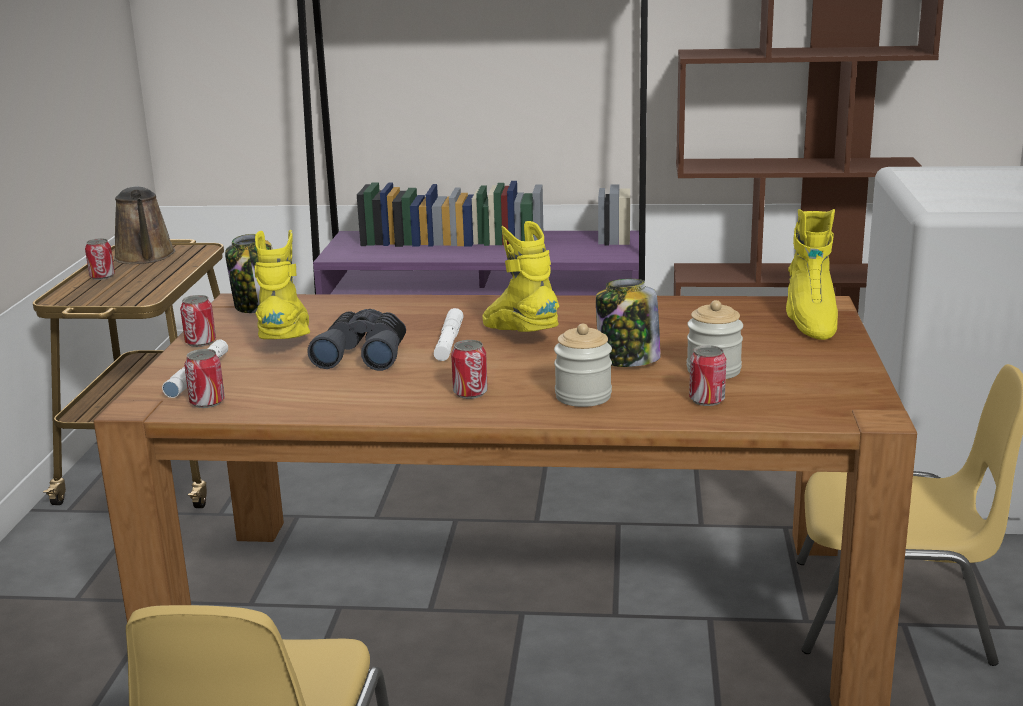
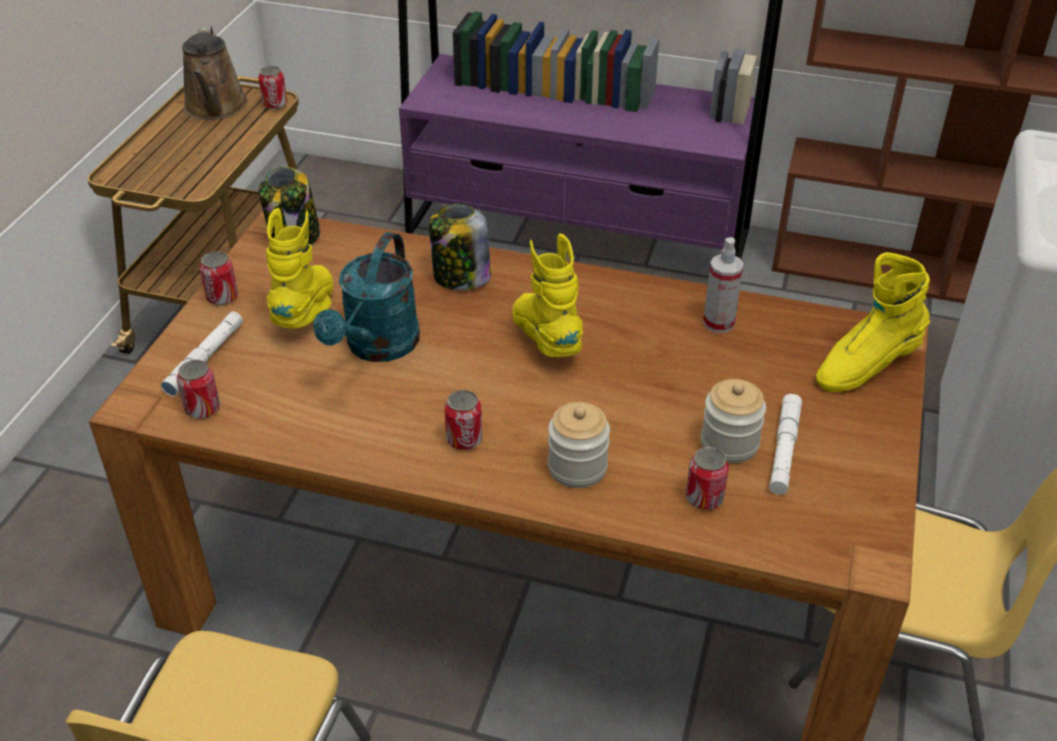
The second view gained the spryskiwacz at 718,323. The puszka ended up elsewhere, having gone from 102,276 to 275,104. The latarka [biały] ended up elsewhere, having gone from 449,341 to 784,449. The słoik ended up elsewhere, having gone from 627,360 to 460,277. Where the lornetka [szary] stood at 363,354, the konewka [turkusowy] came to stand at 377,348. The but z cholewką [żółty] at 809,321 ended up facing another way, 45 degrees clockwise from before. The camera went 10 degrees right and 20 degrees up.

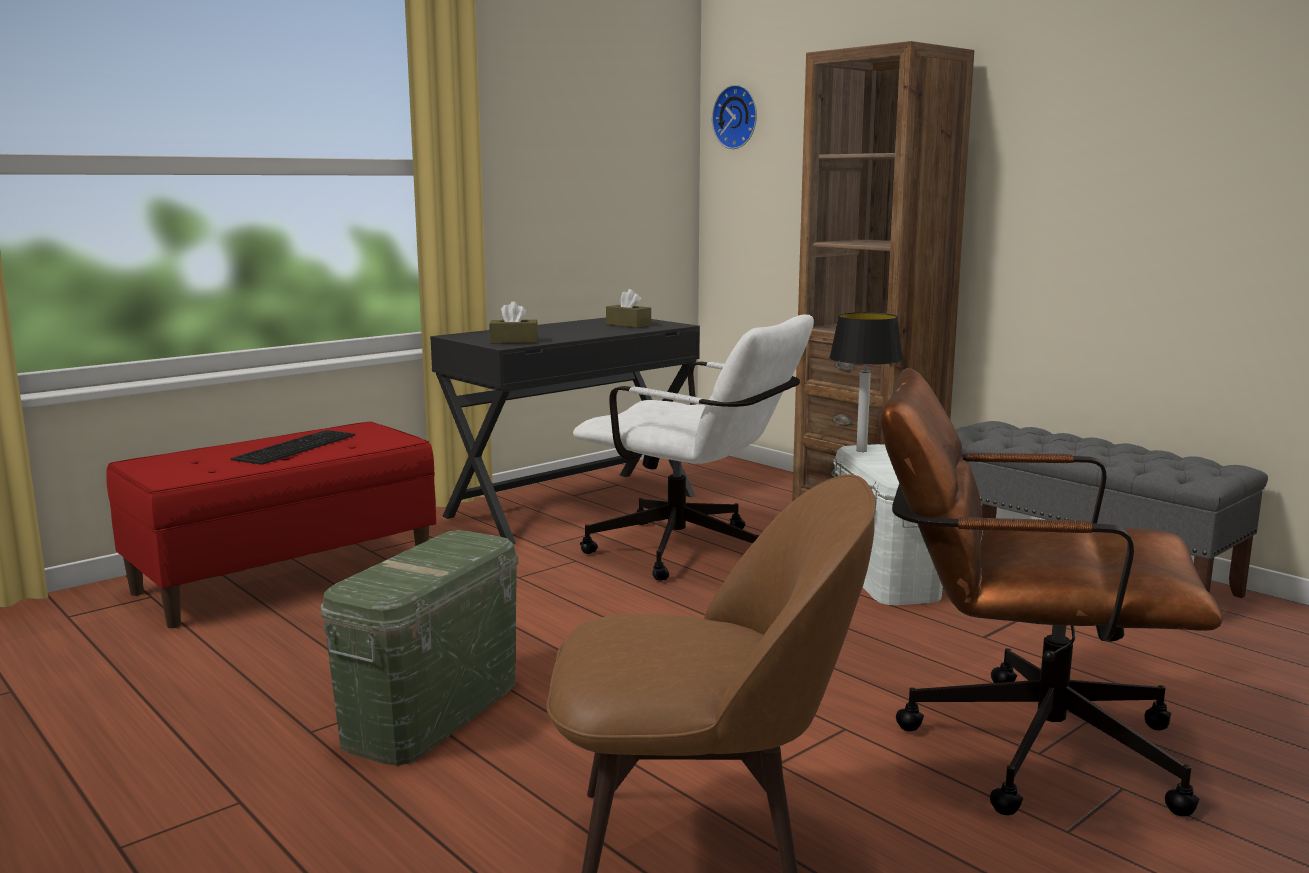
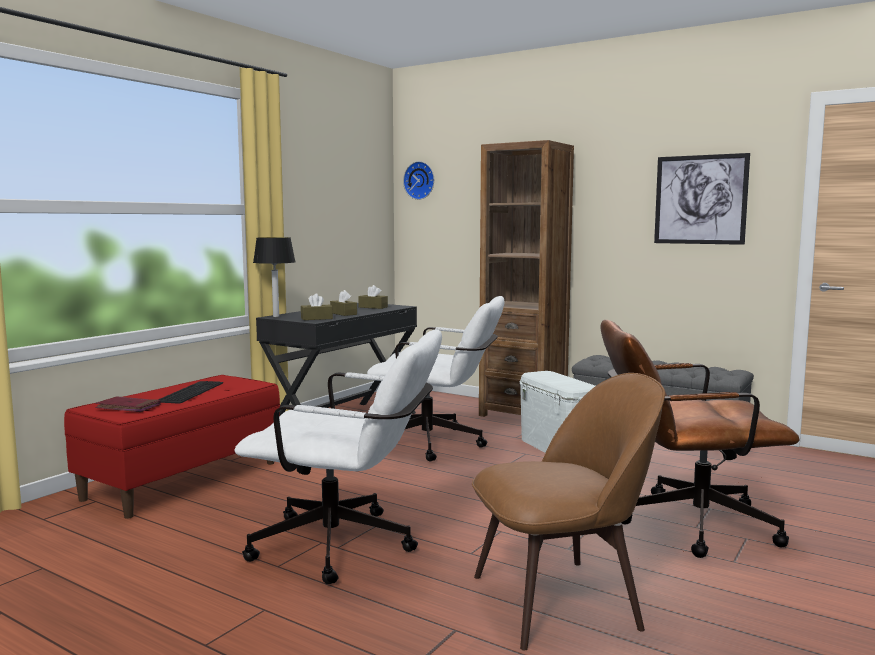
The second view gained the książka [czerwony] at 128,407. The second view gained the pudełko chusteczek [brązowy] at 343,313. The second view gained the obraz at 700,199. The lampa stołowa ended up elsewhere, having gone from 860,450 to 275,316. Where the pojemnik do przechowywania [zielony] stood at 432,713, the krzesło biurowe [biały] came to stand at 347,547. The camera went 15 degrees left and 5 degrees down.

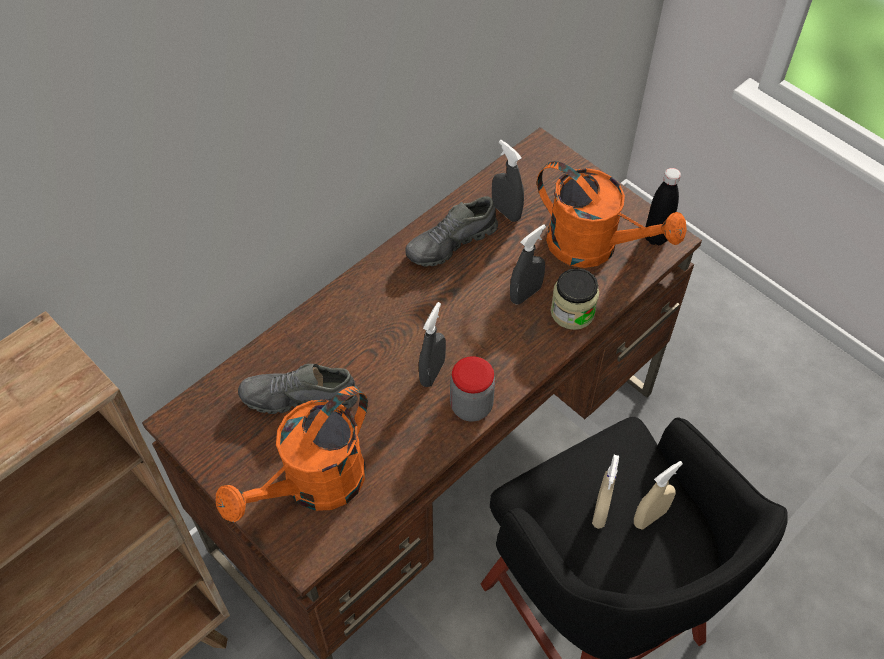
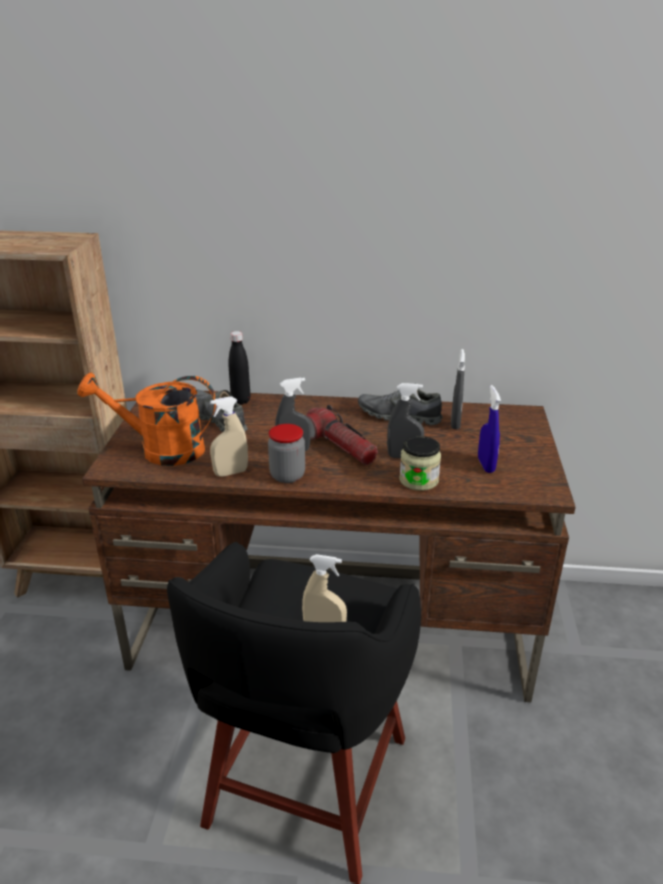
The second view gained the latarka at 339,446. The spryskiwacz [beżowy] ended up elsewhere, having gone from 600,512 to 231,473. The butelka [czarny] ended up elsewhere, having gone from 655,237 to 241,401. Where the konewka [pomarańczowy] stood at 594,247, the spryskiwacz [niebieski] came to stand at 486,465. The camera went 50 degrees right and 25 degrees down.

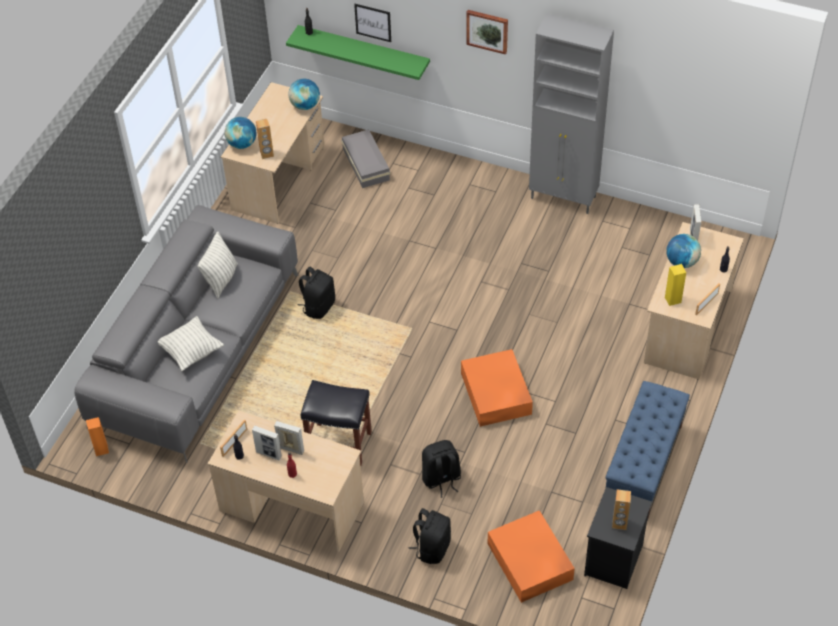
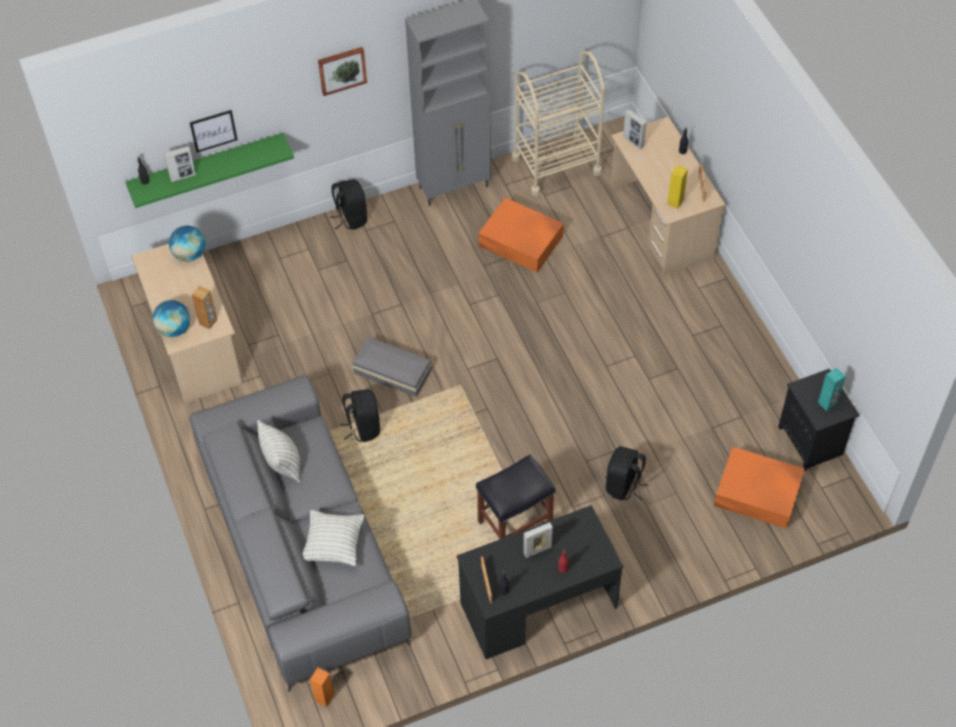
The second view lost the ławka [niebieski] at 643,465. The second view lost the globus at 681,262. The second view gained the wózek [beżowy] at 556,165. The ramka na zdjęcie ended up elsewhere, having gone from 268,454 to 183,176. The pojemnik do przechowywania [szary] ended up elsewhere, having gone from 366,163 to 391,371. The plecak [czarny] ended up elsewhere, having gone from 432,548 to 351,217. The pojemnik do przechowywania [pomarańczowy] ended up elsewhere, having gone from 495,394 to 521,242. What was the biurko [beżowy] at 291,506 turned into the biurko [czarny] at 538,605. What was the głośnik [brązowy] at 619,523 turned into the głośnik [turkusowy] at 827,403. The camera went 45 degrees left and 5 degrees up.

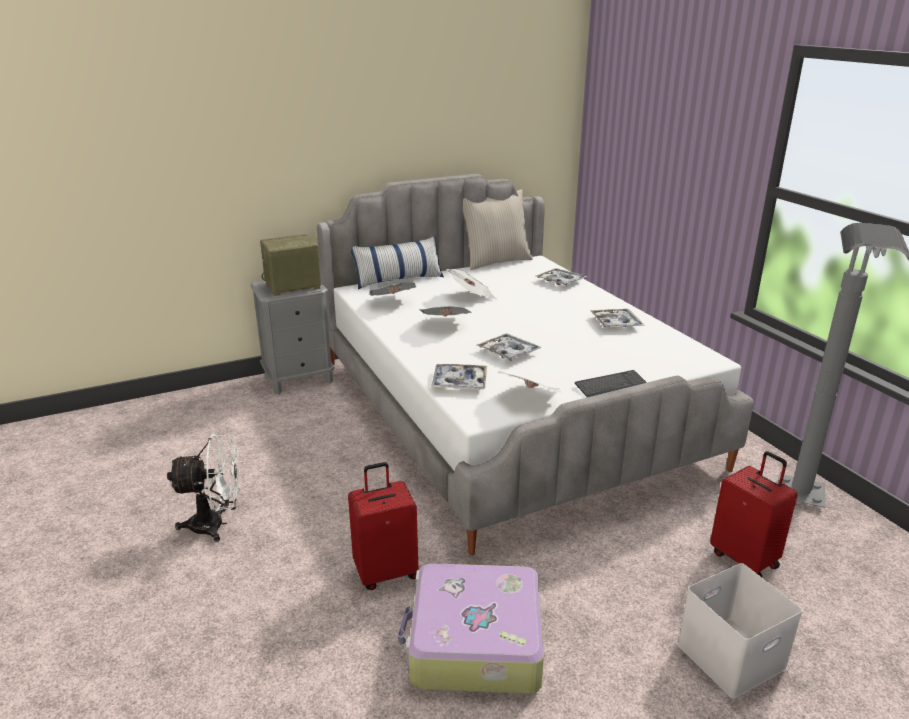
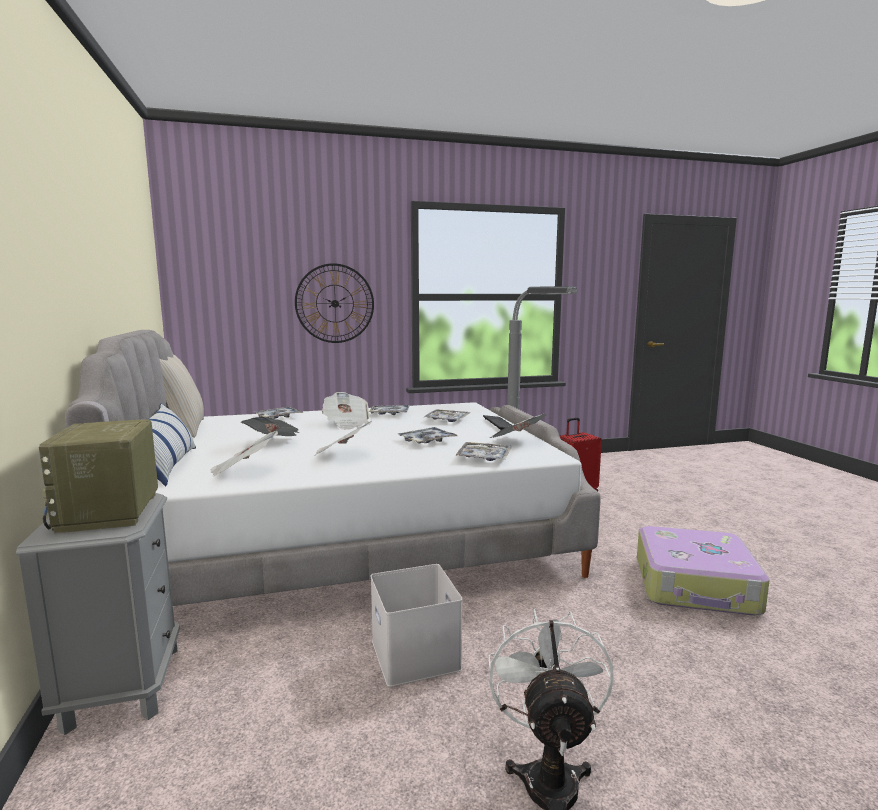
The second view lost the walizka [czerwony] at 386,572. The second view gained the zegar ścienny at 335,303. The second view gained the gazeta at 346,424. The second view gained the taca at 447,420. The pojemnik do przechowywania [biały] ended up elsewhere, having gone from 731,654 to 413,654. The camera went 80 degrees left and 15 degrees down.

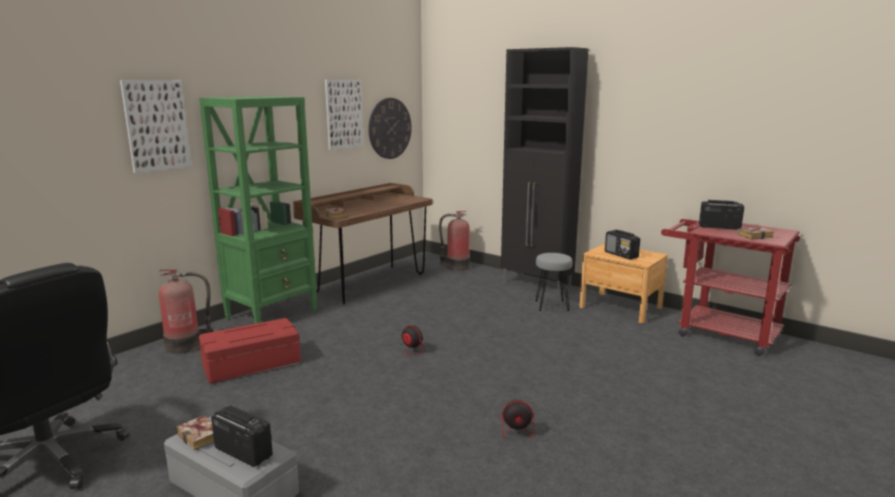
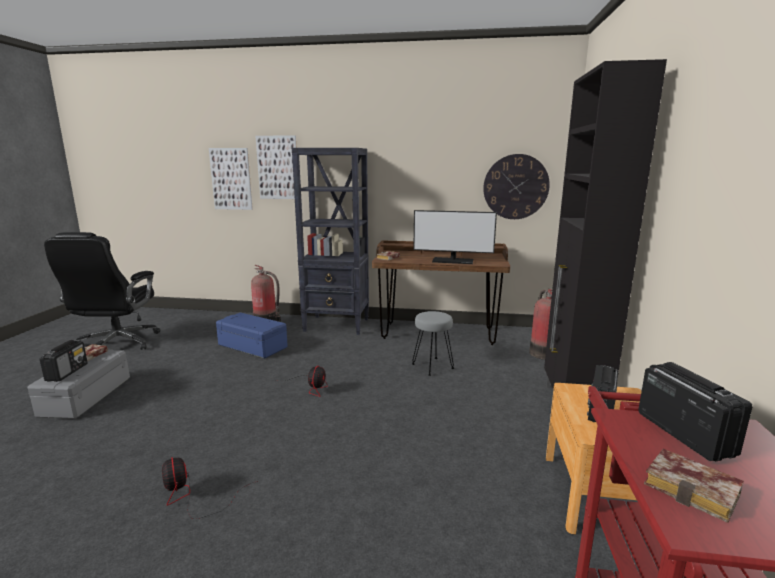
The second view gained the monitor at 453,261. The obraz ended up elsewhere, having gone from 343,114 to 231,179. The stołek [szary] ended up elsewhere, having gone from 551,306 to 432,366. What was the regał [zielony] at 272,314 turned into the regał [czarny] at 337,325. What was the pojemnik do przechowywania [czerwony] at 252,364 turned into the pojemnik do przechowywania [niebieski] at 253,346. The camera went 60 degrees right and 0 degrees up.

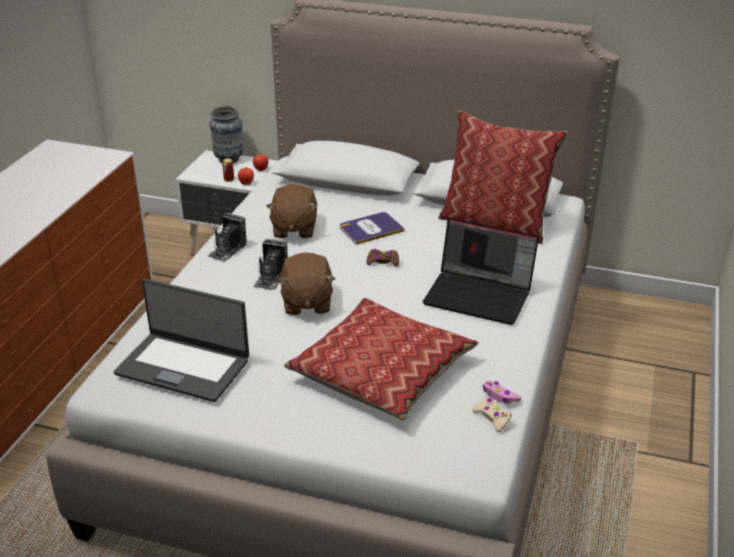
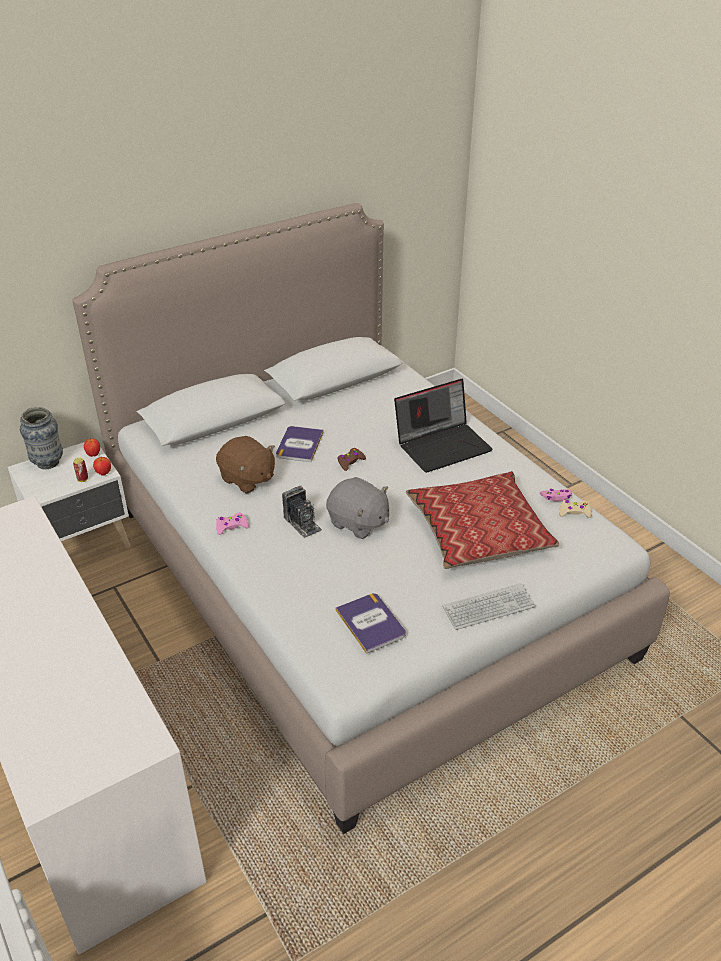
The second view lost the poduszka at 496,223. The second view gained the klawiatura at 488,607. Where the laptop stood at 183,366, the książka came to stand at 371,623. Where the aparat fotograficzny stood at 227,250, the pad do gier [różowy] came to stand at 231,526. What was the pluszak [brązowy] at 306,302 turned into the pluszak [szary] at 358,523. The camera went 50 degrees left and 5 degrees up.

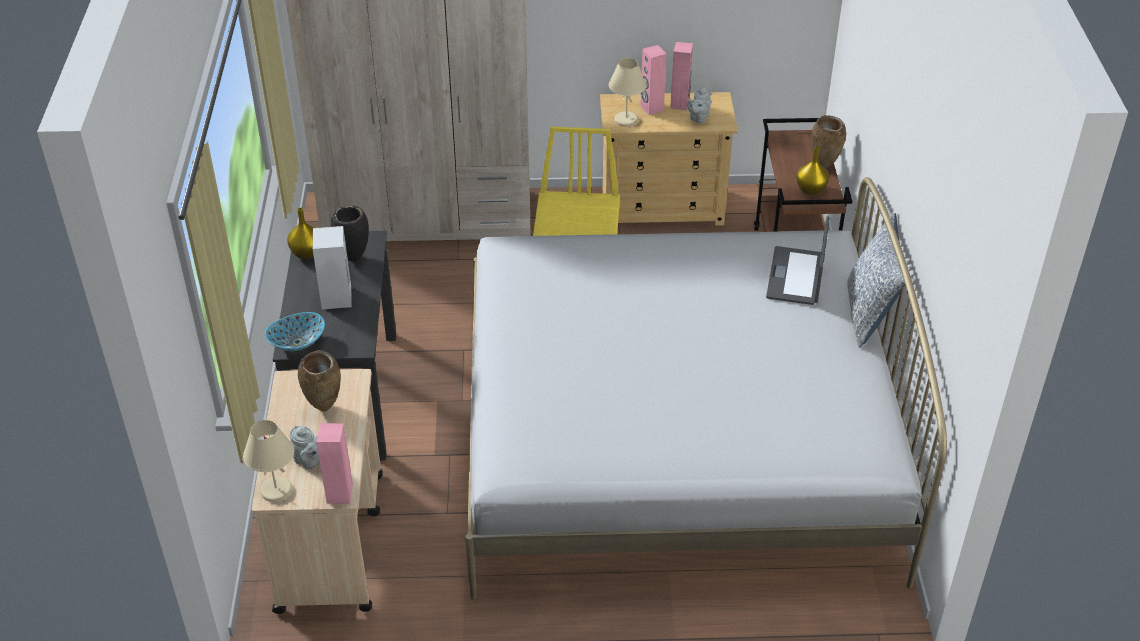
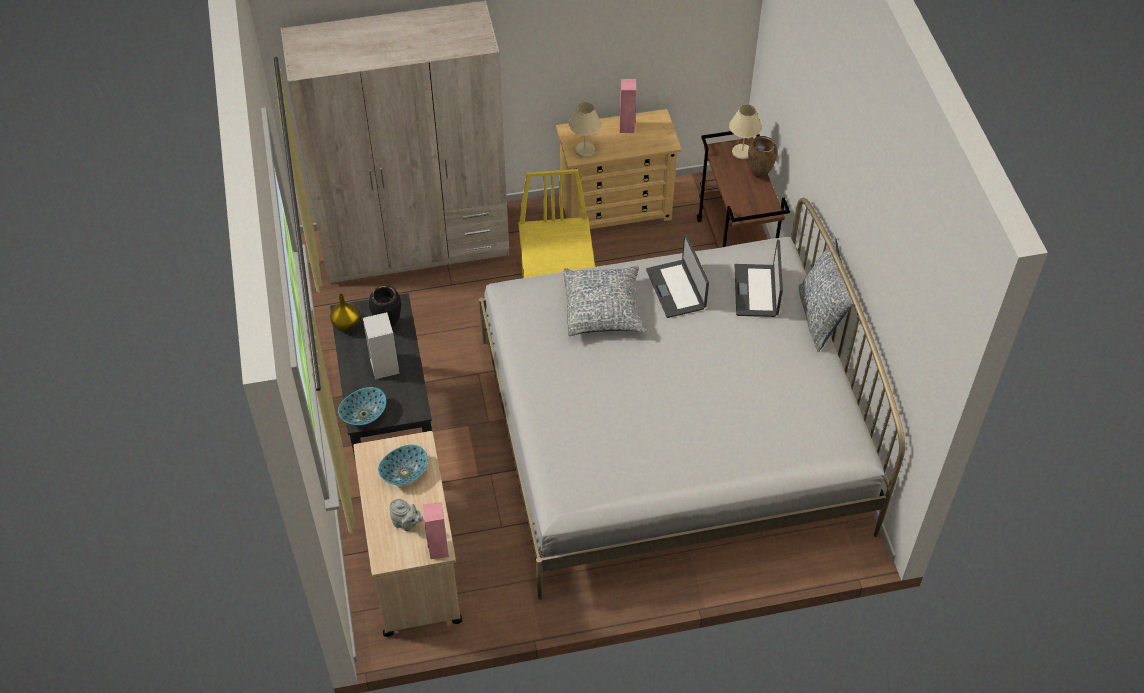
The second view lost the głośnik [różowy] at 651,108. The second view lost the imbryk [szary] at 698,118. The second view lost the wazon [żółty] at 811,190. The second view gained the poduszka at 603,309. The second view gained the laptop at 676,289. The lampa stołowa [beżowy] ended up elsewhere, having gone from 276,491 to 741,153. Where the wazon [brązowy] stood at 325,408, the miska came to stand at 404,473. The camera went 10 degrees left and 10 degrees up.

